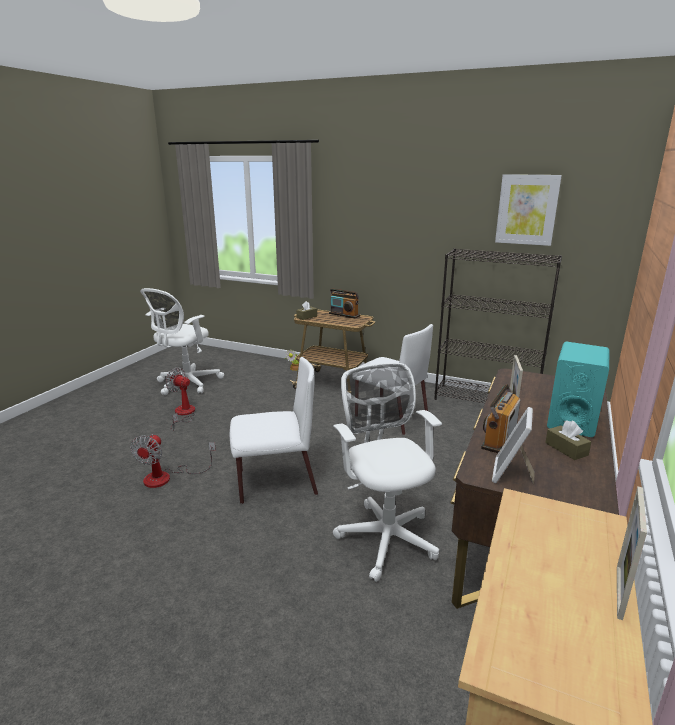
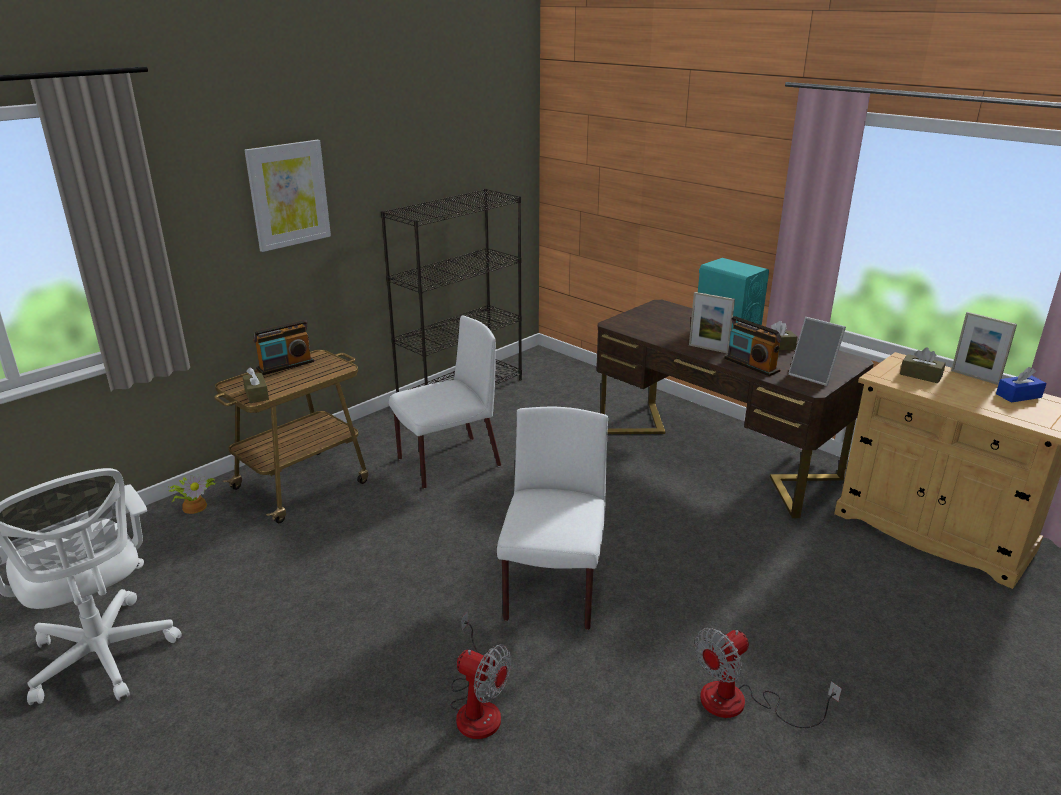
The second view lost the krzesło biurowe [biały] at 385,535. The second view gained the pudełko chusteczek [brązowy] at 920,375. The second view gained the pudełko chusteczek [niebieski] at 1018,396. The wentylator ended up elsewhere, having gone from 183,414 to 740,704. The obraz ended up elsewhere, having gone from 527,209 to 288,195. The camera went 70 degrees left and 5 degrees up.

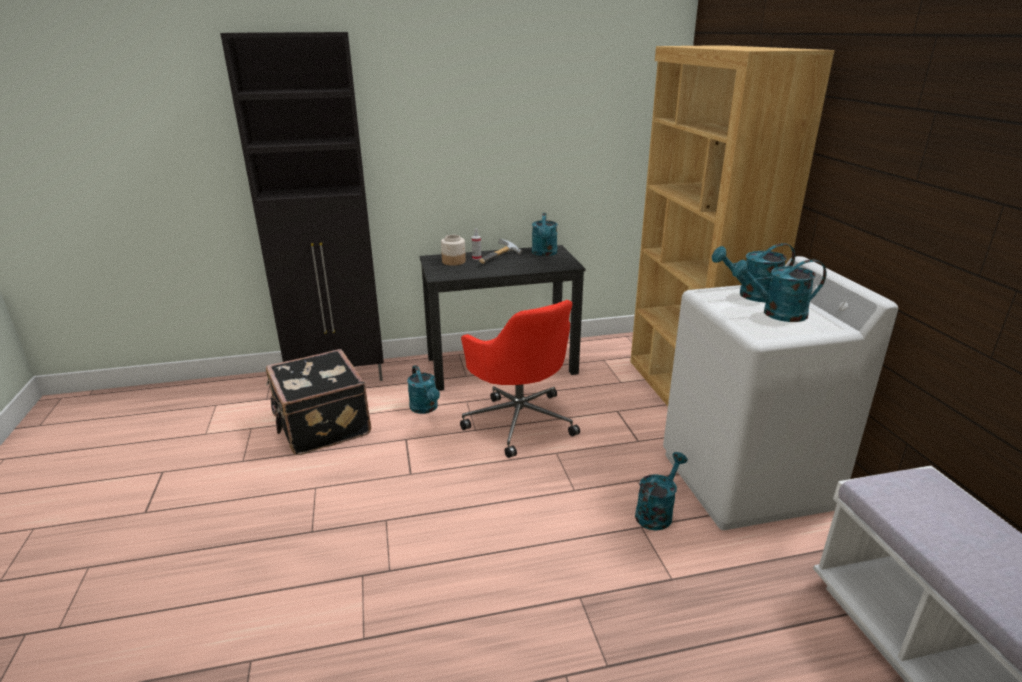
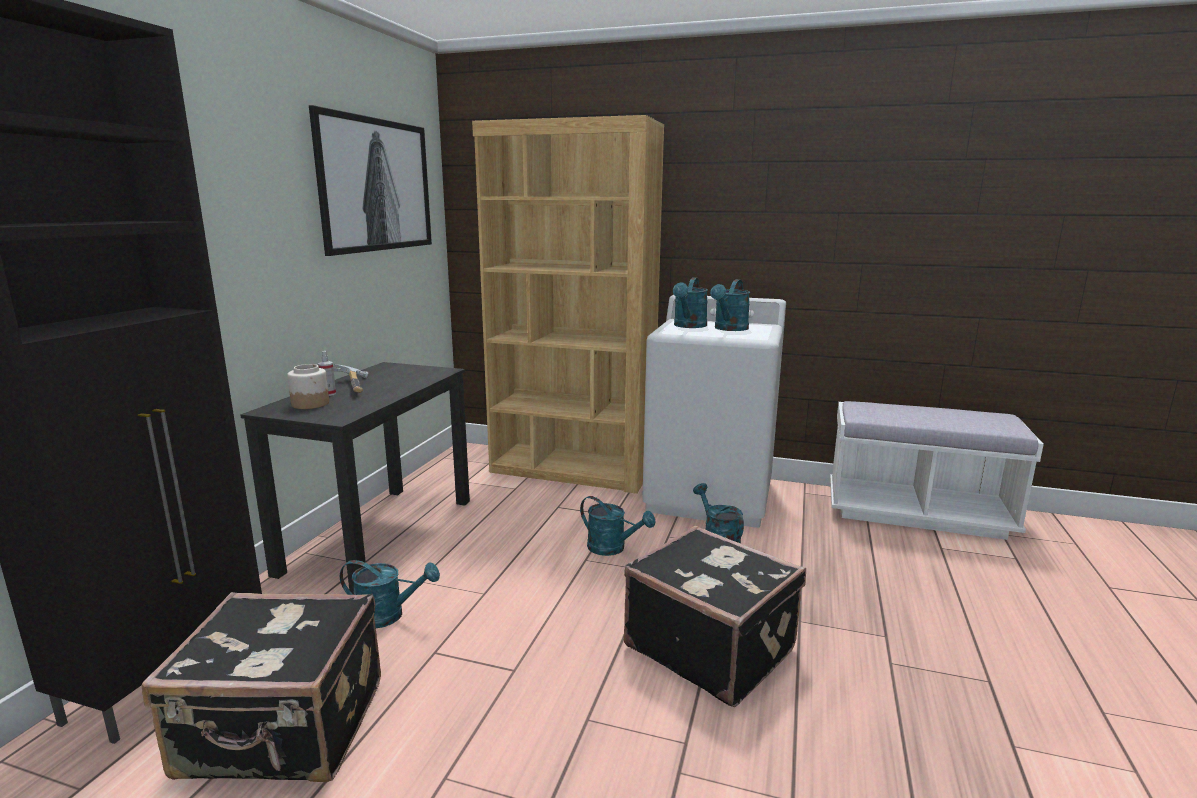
The second view lost the krzesło biurowe [czerwony] at 519,420. The second view gained the obraz at 375,185. The second view gained the walizka [czarny] at 710,647. The konewka [turkusowy] ended up elsewhere, having gone from 544,253 to 612,548. The camera went 60 degrees left and 10 degrees down.

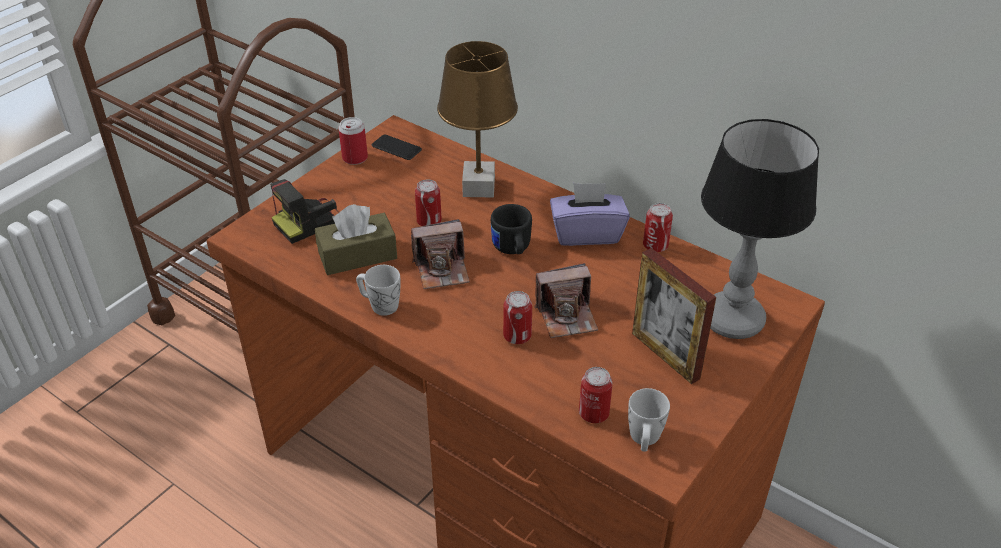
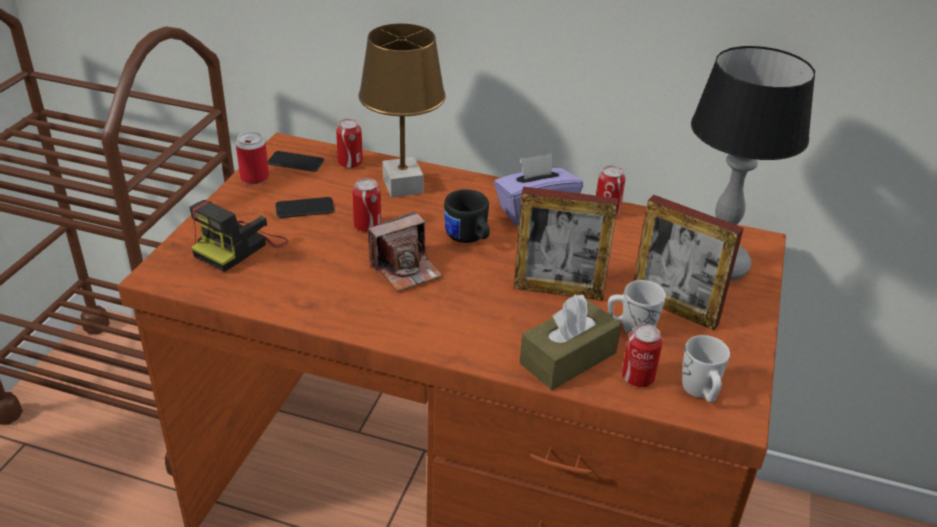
The second view gained the telefon at 305,208. The pudełko chusteczek [brązowy] ended up elsewhere, having gone from 357,255 to 568,358. The kubek [biały] ended up elsewhere, having gone from 379,305 to 631,328. The puszka ended up elsewhere, having gone from 517,336 to 350,163. Where the aparat fotograficzny stood at 566,316, the ramka na zdjęcie came to stand at 558,290. The camera went 20 degrees left and 5 degrees down.

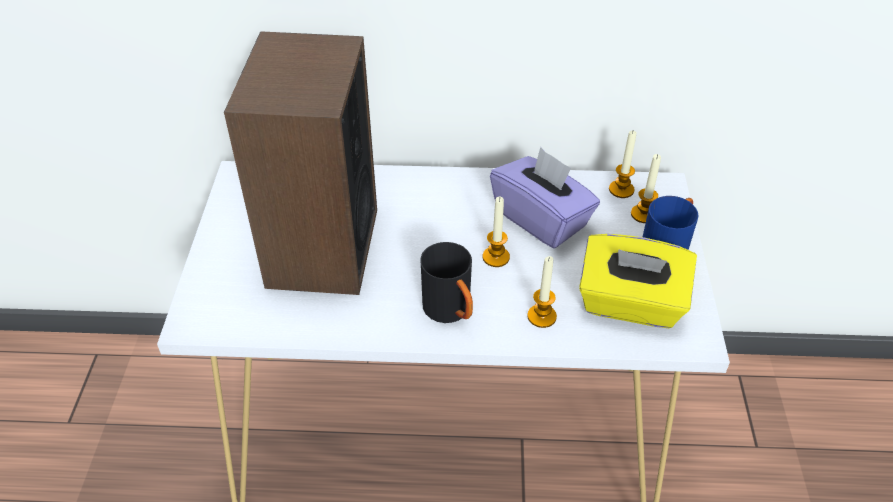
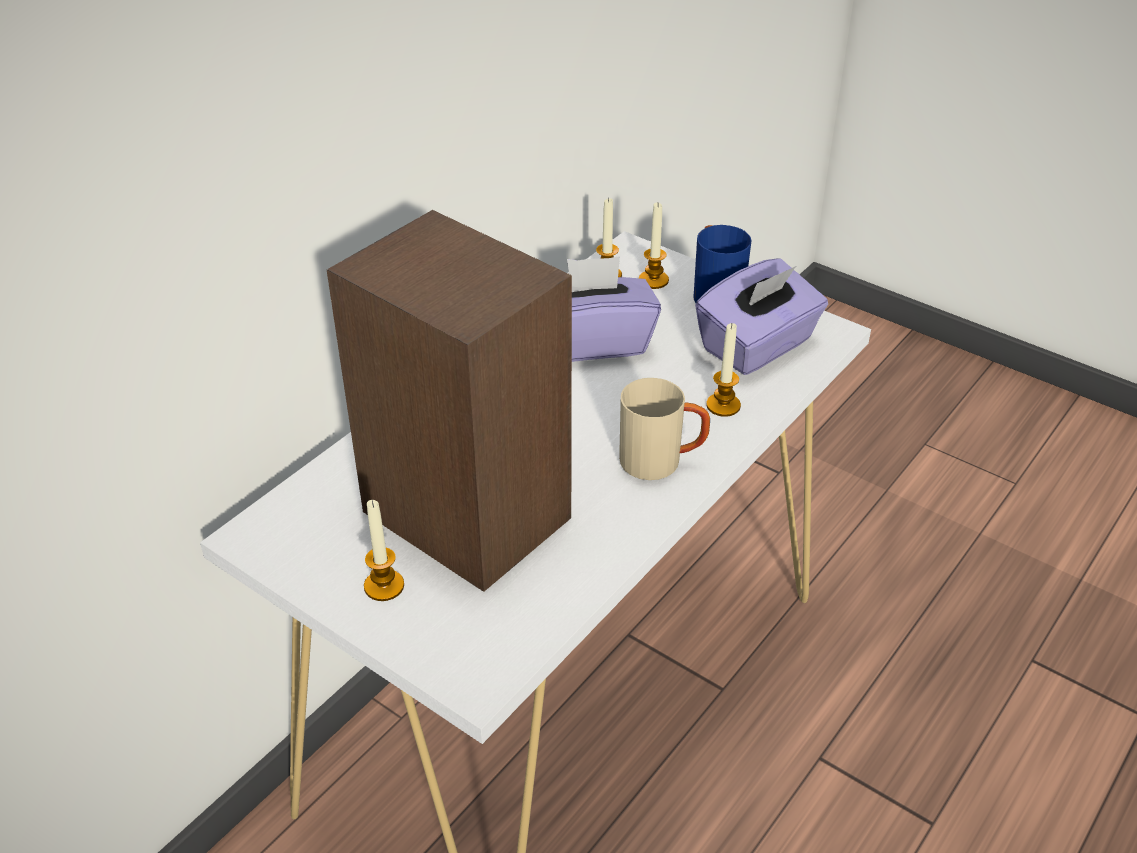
The świeca ended up elsewhere, having gone from 496,257 to 384,586. What was the kubek [czarny] at 451,312 turned into the kubek [beżowy] at 662,461. What was the pudełko chusteczek [żółty] at 630,304 turned into the pudełko chusteczek [fioletowy] at 758,346. The camera went 55 degrees left and 5 degrees down.

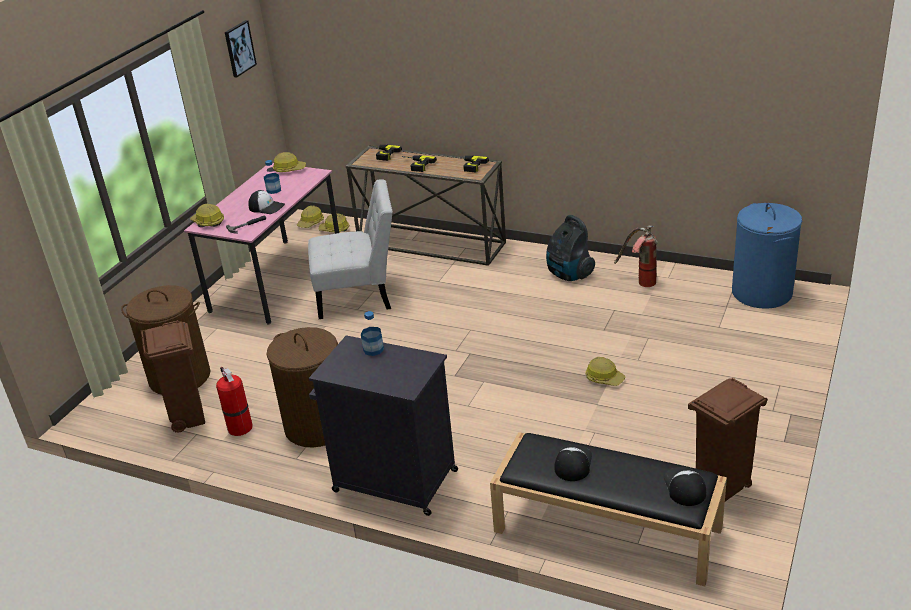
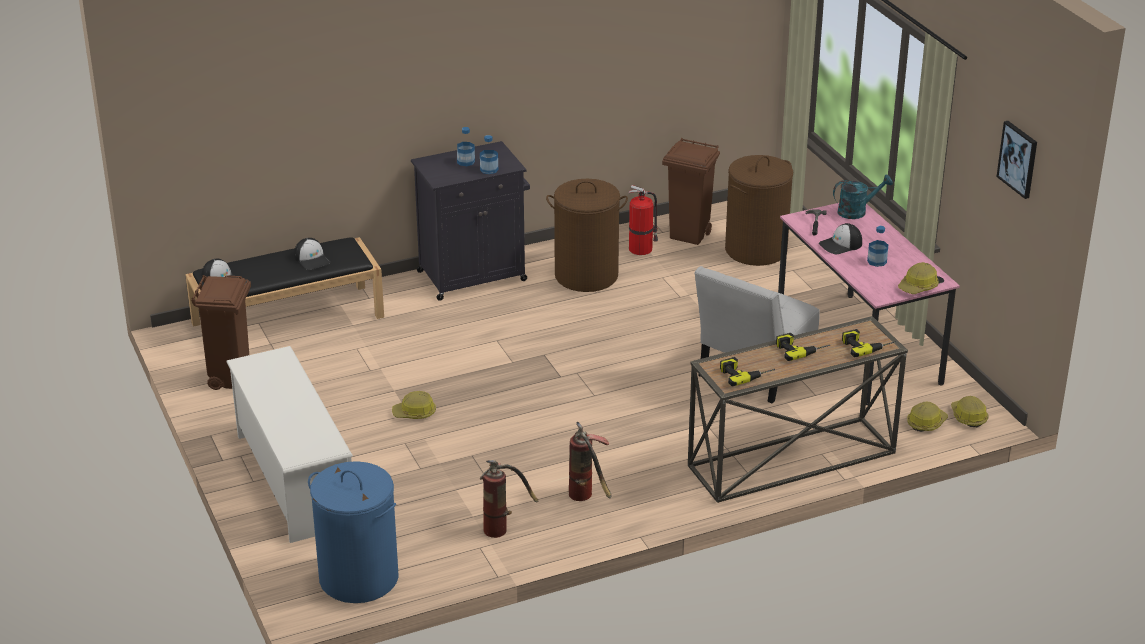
The second view gained the regał na buty [biały] at 294,480. The second view gained the butelka at 465,162. Where the kask stood at 208,222, the konewka [turkusowy] came to stand at 857,211. Where the odkurzacz stood at 569,275, the gaśnica came to stand at 588,497. The camera went 130 degrees right and 0 degrees up.

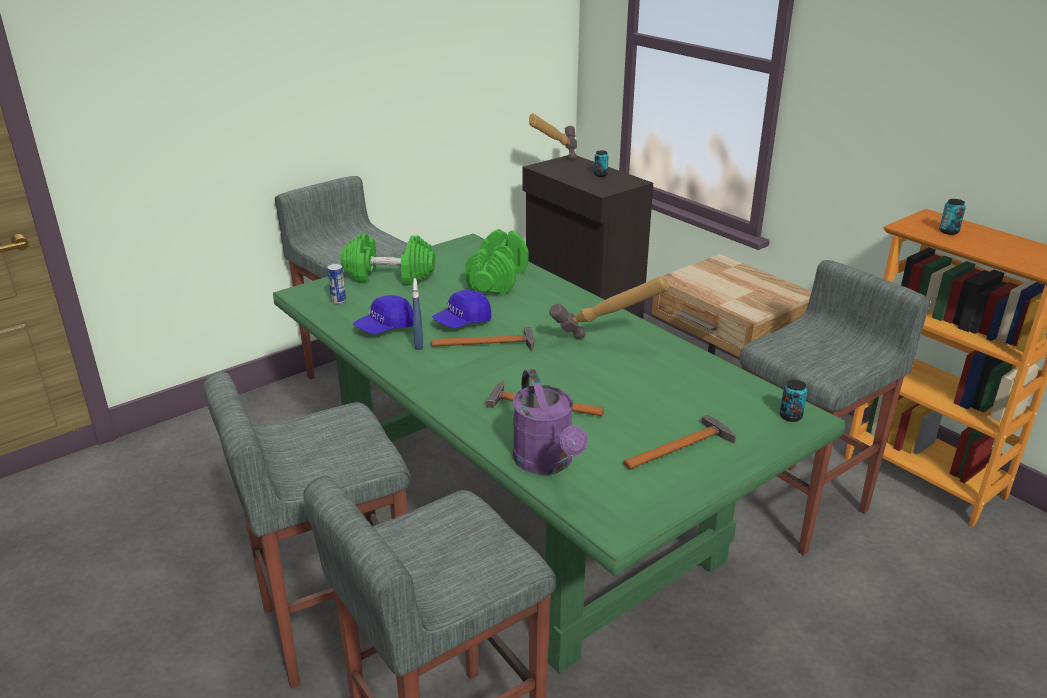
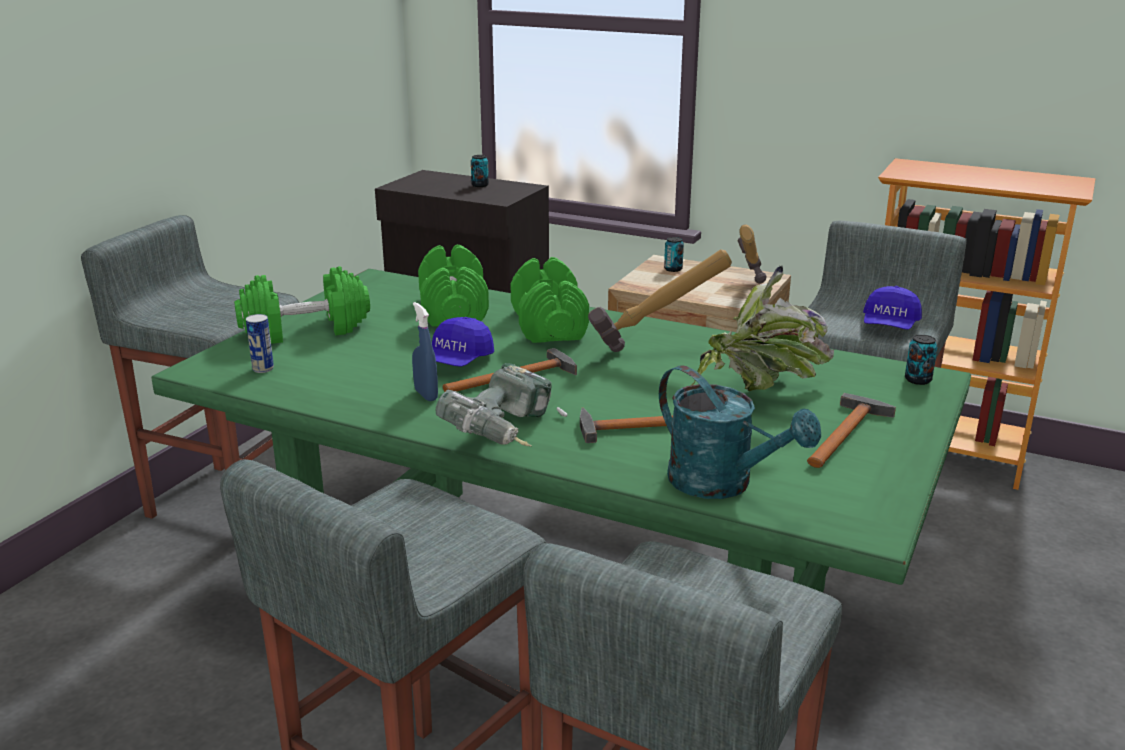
The second view gained the wiertarka at 508,434. The second view gained the hantel [zielony] at 548,325. The second view gained the roślina doniczkowa at 759,391. The czapka z daszkiem [niebieski] ended up elsewhere, having gone from 385,328 to 889,326. The młotek ended up elsewhere, having gone from 552,163 to 742,291. The puszka ended up elsewhere, having gone from 948,231 to 673,269. What was the konewka [fioletowy] at 547,463 turned into the konewka [turkusowy] at 722,484. The camera went 25 degrees left and 5 degrees down.

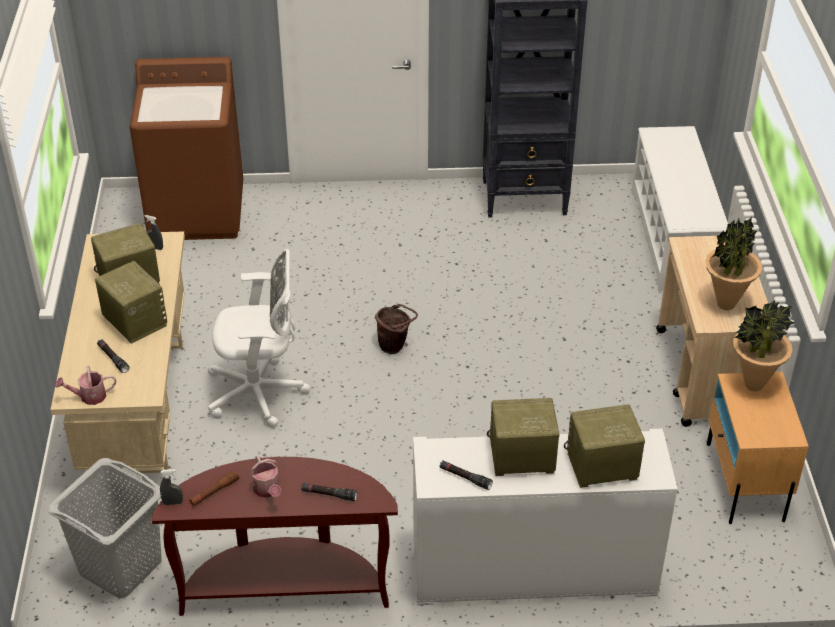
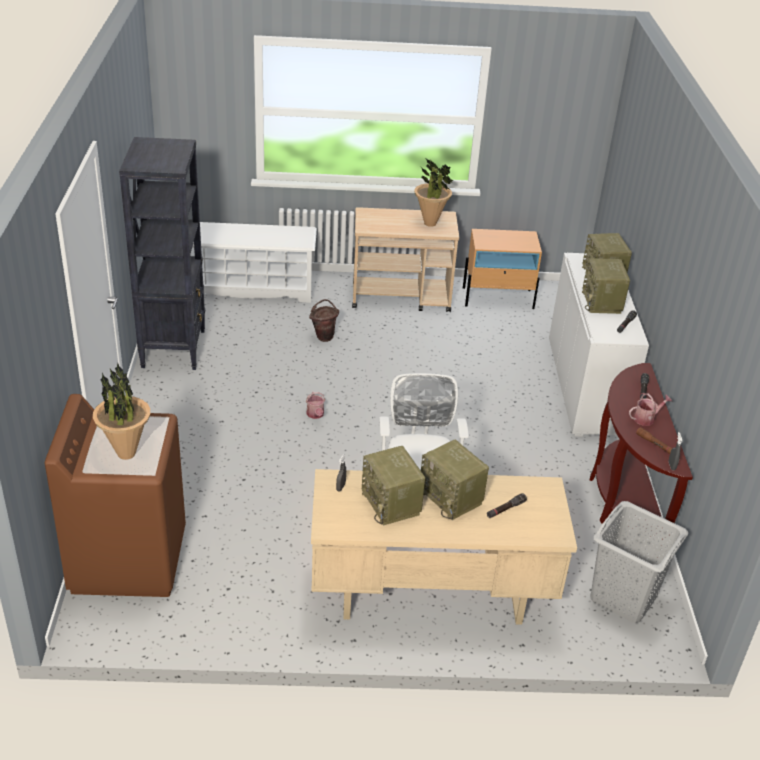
The konewka ended up elsewhere, having gone from 89,397 to 315,415. The wiadro [brązowy] ended up elsewhere, having gone from 395,346 to 324,336. The roślina doniczkowa ended up elsewhere, having gone from 753,385 to 126,454. The radio at 134,321 ended up facing another way, 90 degrees counterclockwise from before. The camera went 90 degrees left and 5 degrees down.

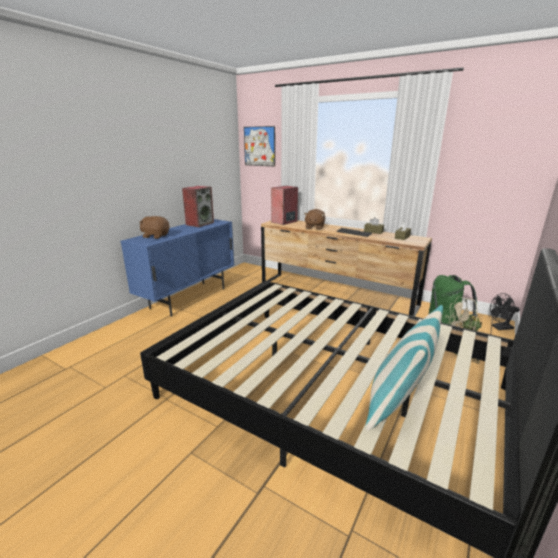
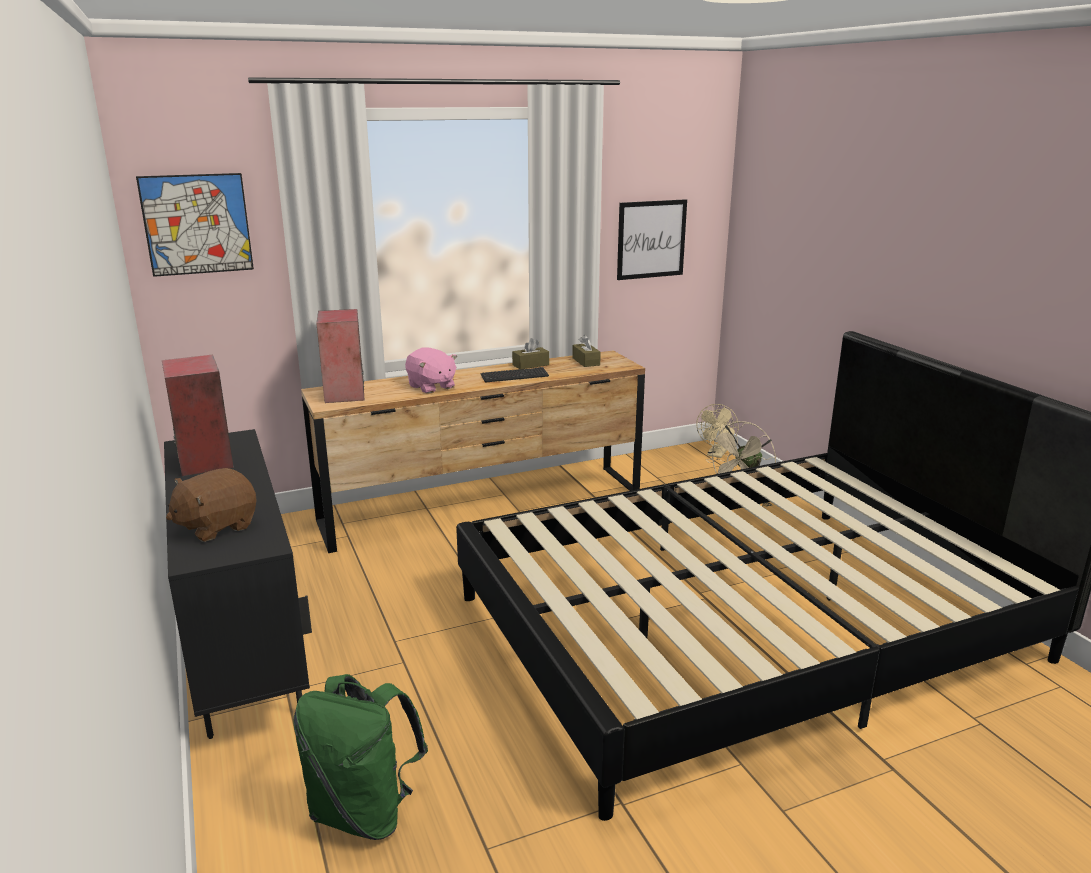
The second view lost the poduszka at 397,403. The second view gained the obraz at 651,239. The plecak [zielony] ended up elsewhere, having gone from 446,324 to 364,812. What was the szafka [niebieski] at 189,298 turned into the szafka [czarny] at 246,662. What was the pluszak [brązowy] at 314,227 turned into the pluszak [różowy] at 431,387. What was the wentylator [czarny] at 500,328 turned into the wentylator [beżowy] at 716,454. The camera went 55 degrees left and 0 degrees up.

